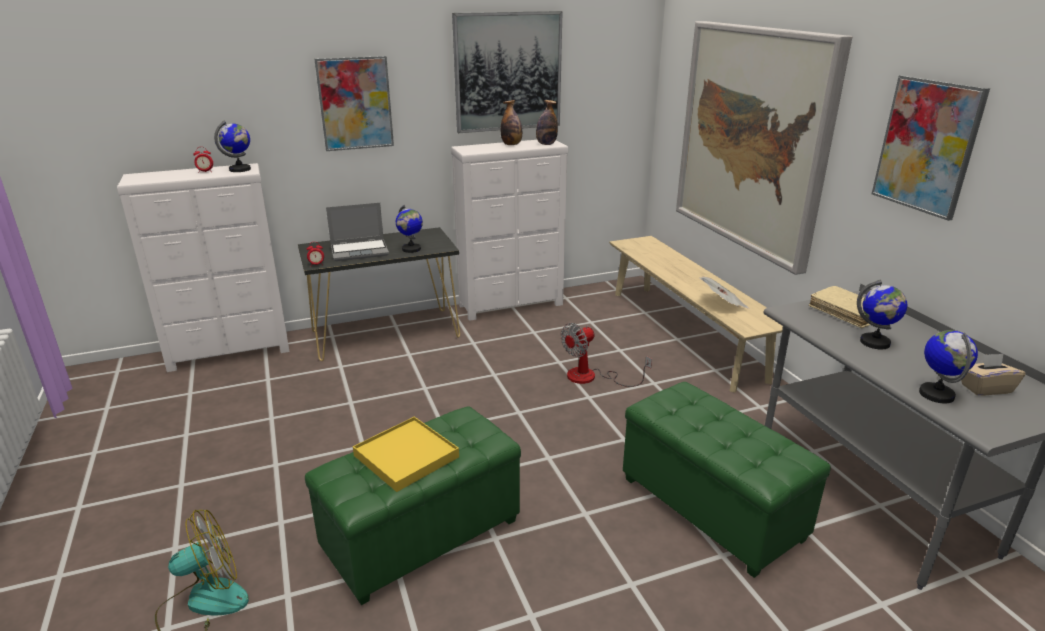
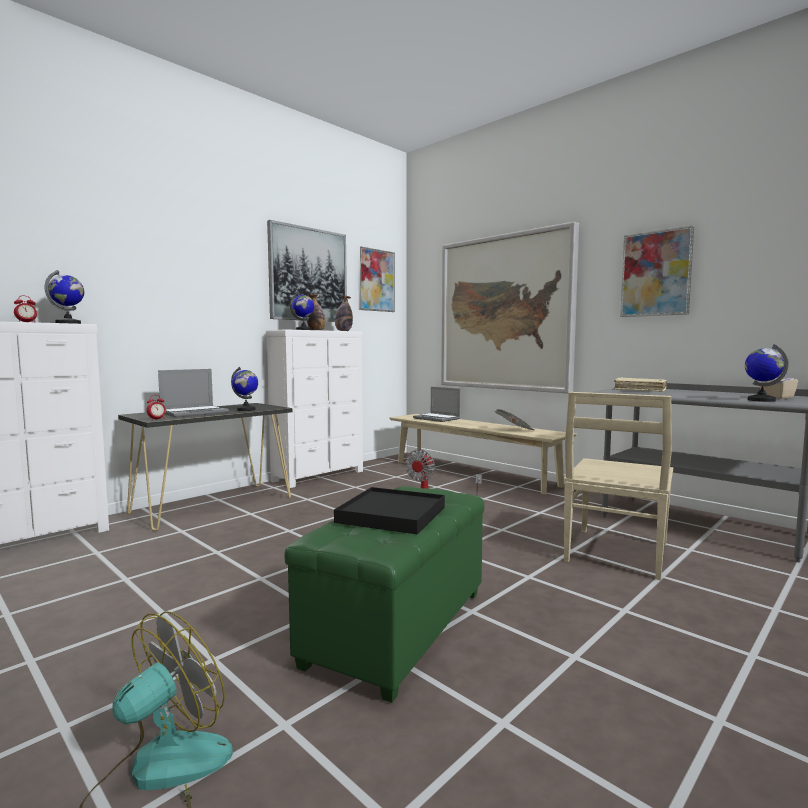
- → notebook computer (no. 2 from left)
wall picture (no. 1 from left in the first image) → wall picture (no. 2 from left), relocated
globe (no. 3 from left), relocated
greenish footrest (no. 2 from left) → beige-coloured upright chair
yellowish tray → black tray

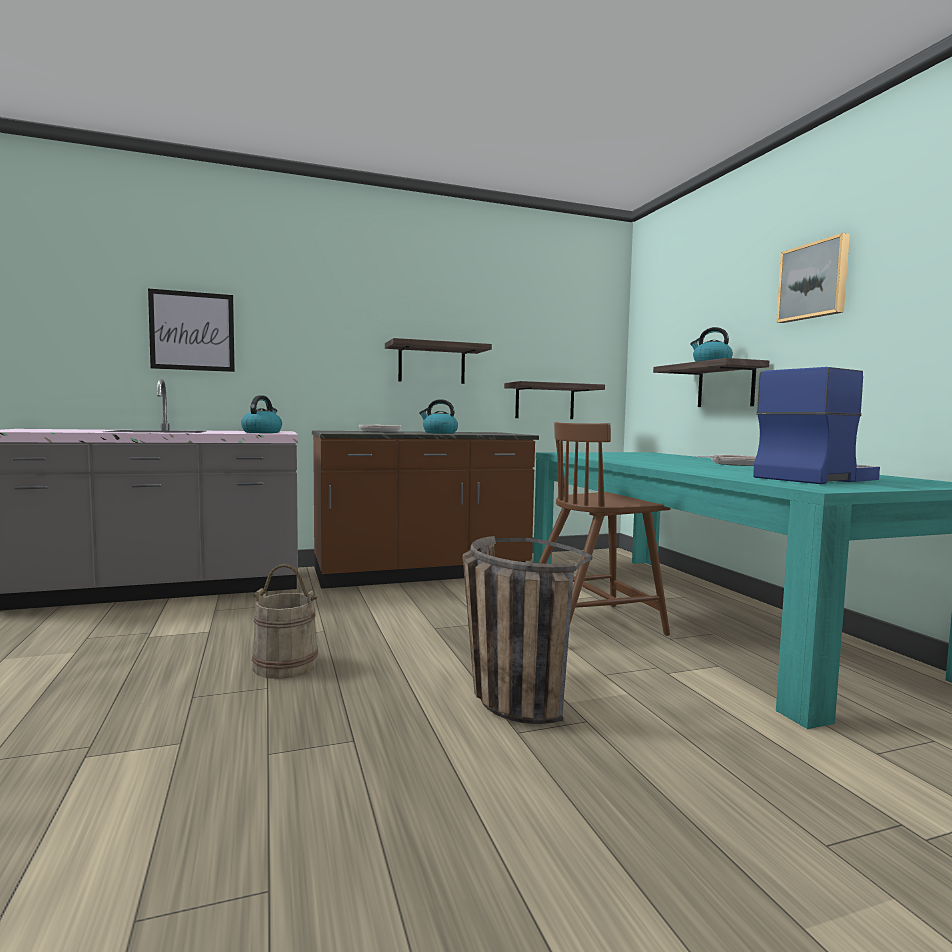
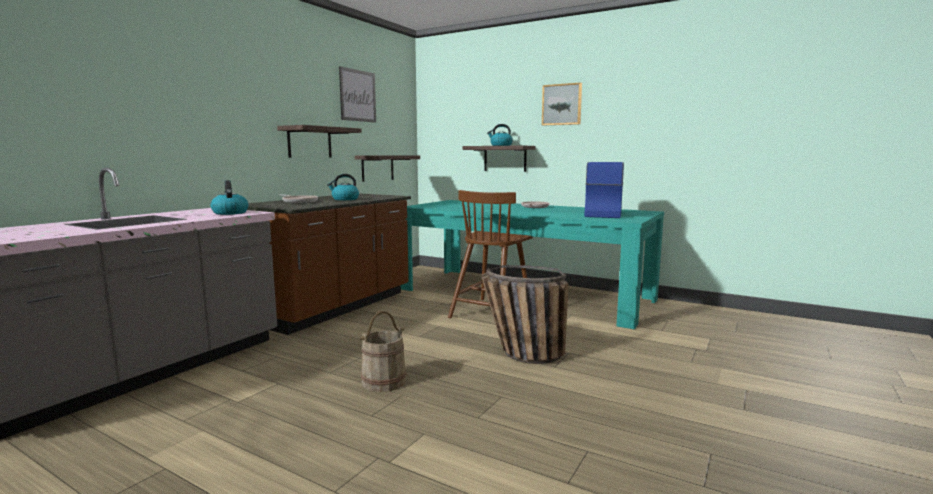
wall picture (no. 1 from left), relocated

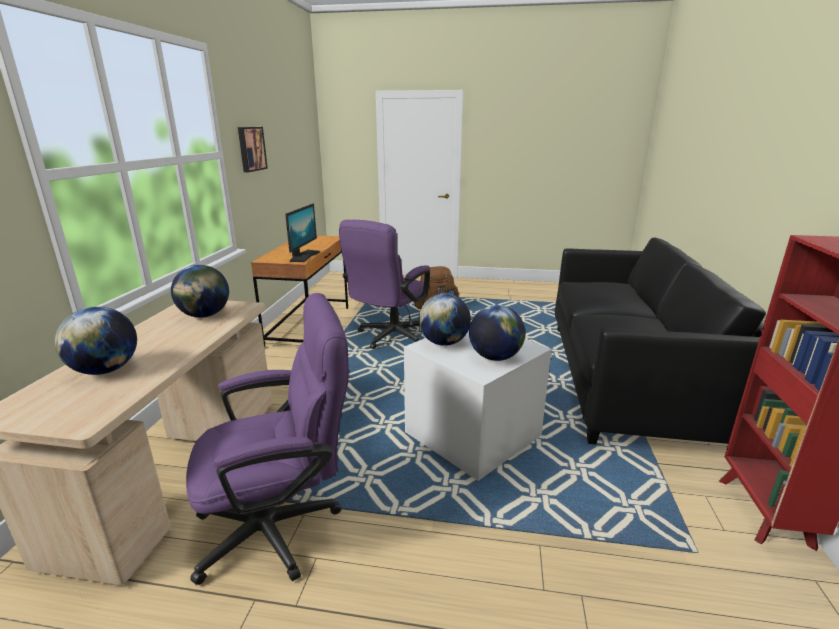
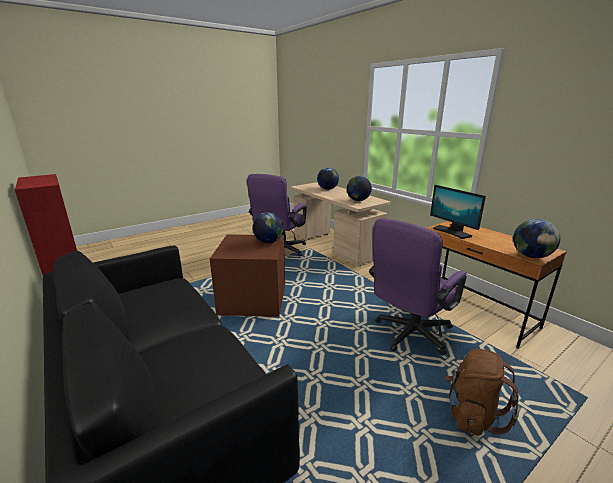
wall picture → -
globe (no. 4 from left), relocated
whitish storage box → brown-coloured storage box
purple desk chair (no. 2 from left), 120 degrees counterclockwise

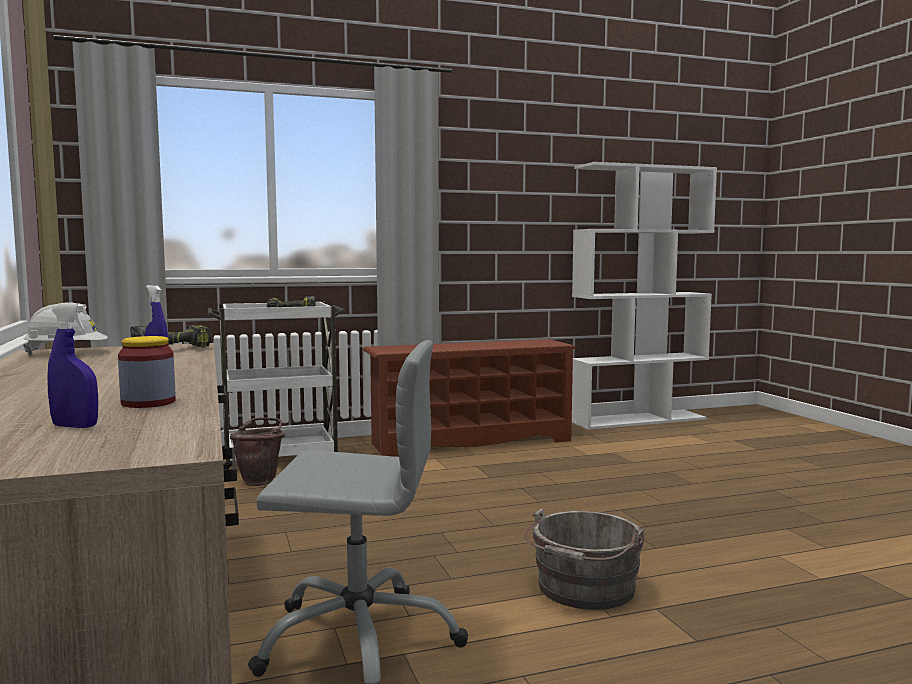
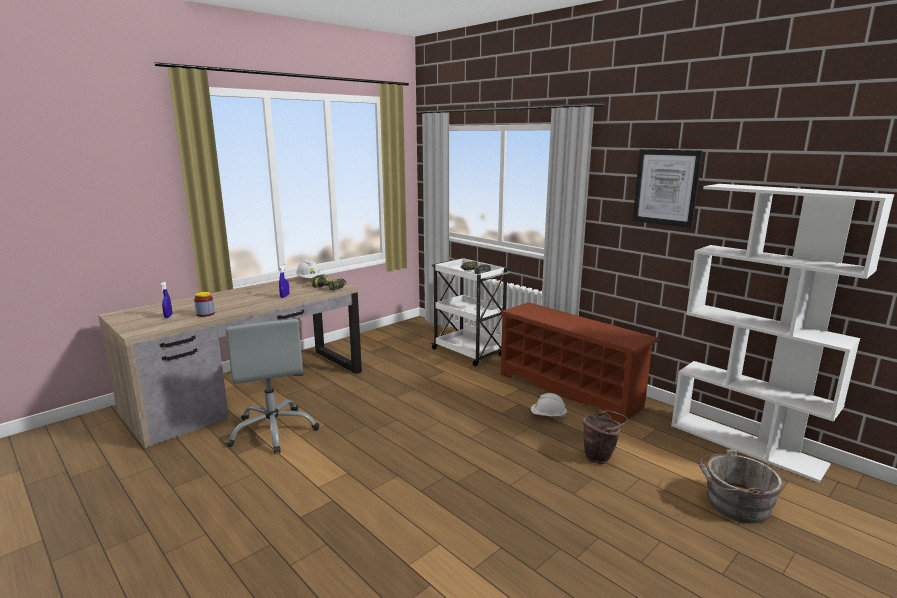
- → whitish safety helmet (no. 2 from left)
- → wall picture
brown-coloured water bucket, relocated
greyish water bucket, relocated

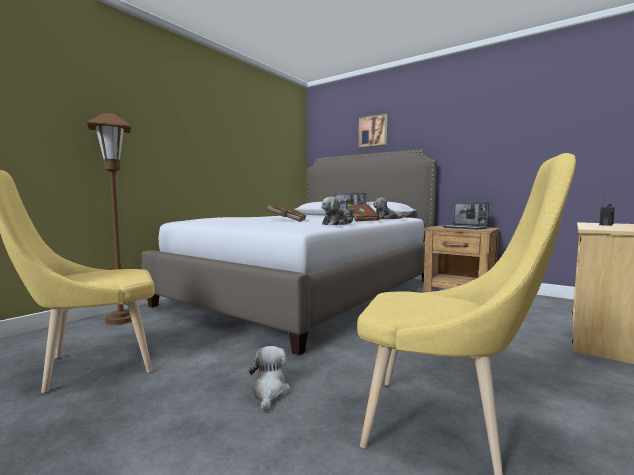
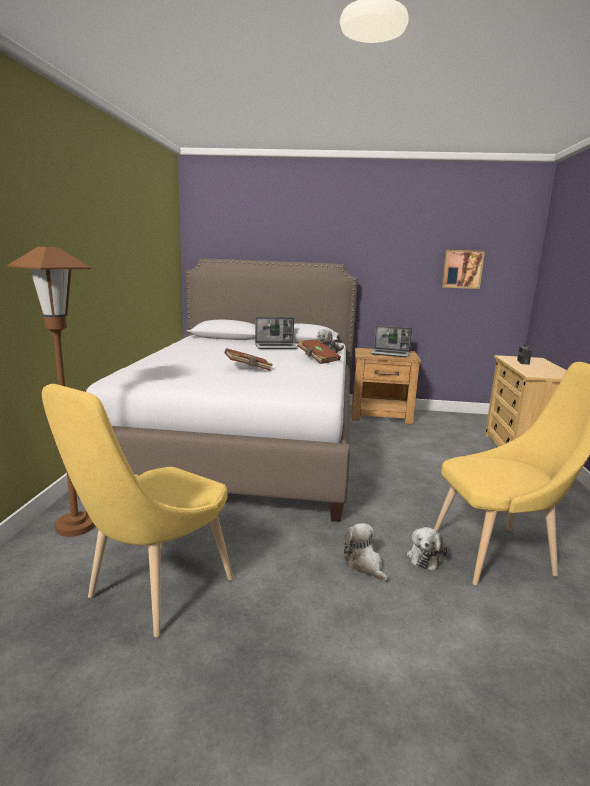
soft toy (no. 2 from left in the first image) → soft toy (no. 3 from left), relocated
wall picture, relocated

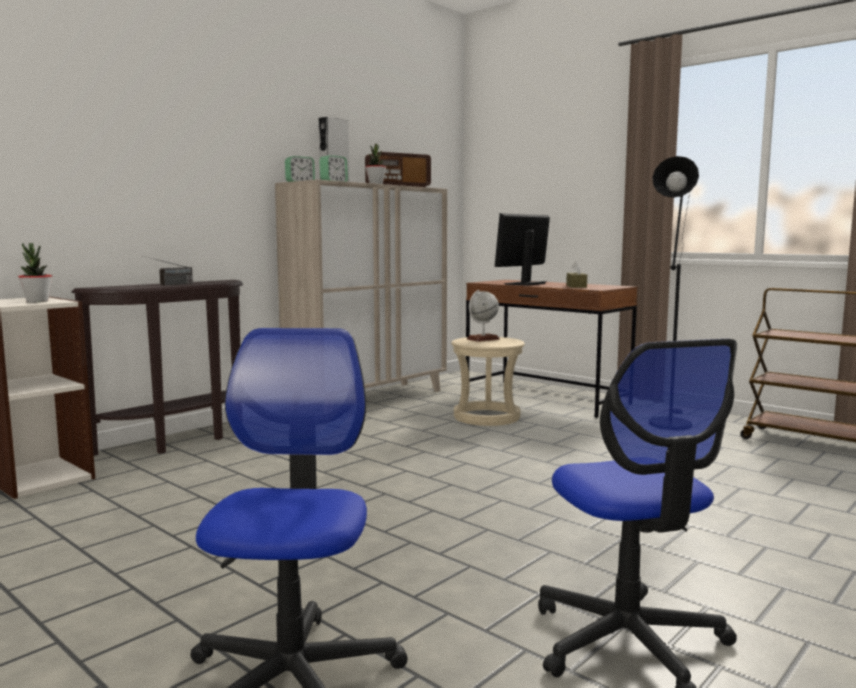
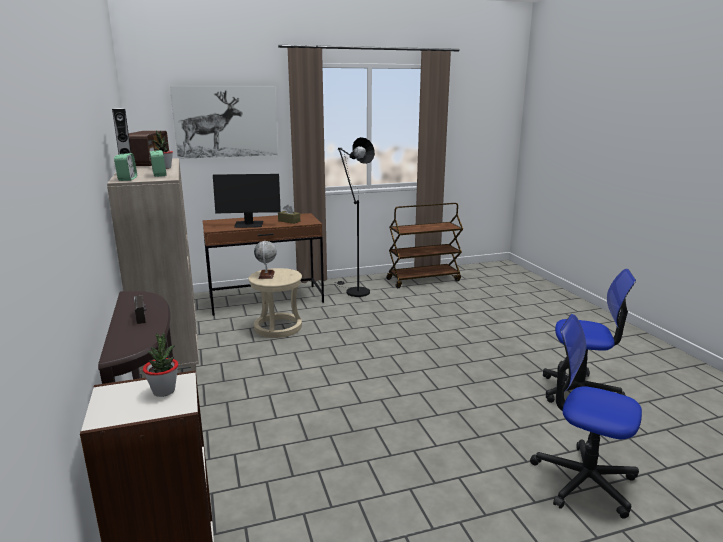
- → wall picture
computer screen, 75 degrees counterclockwise

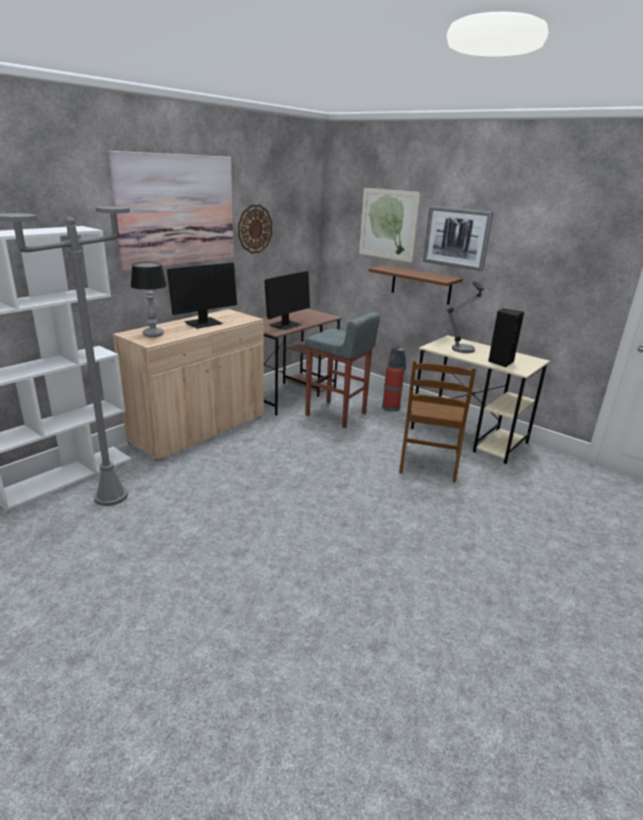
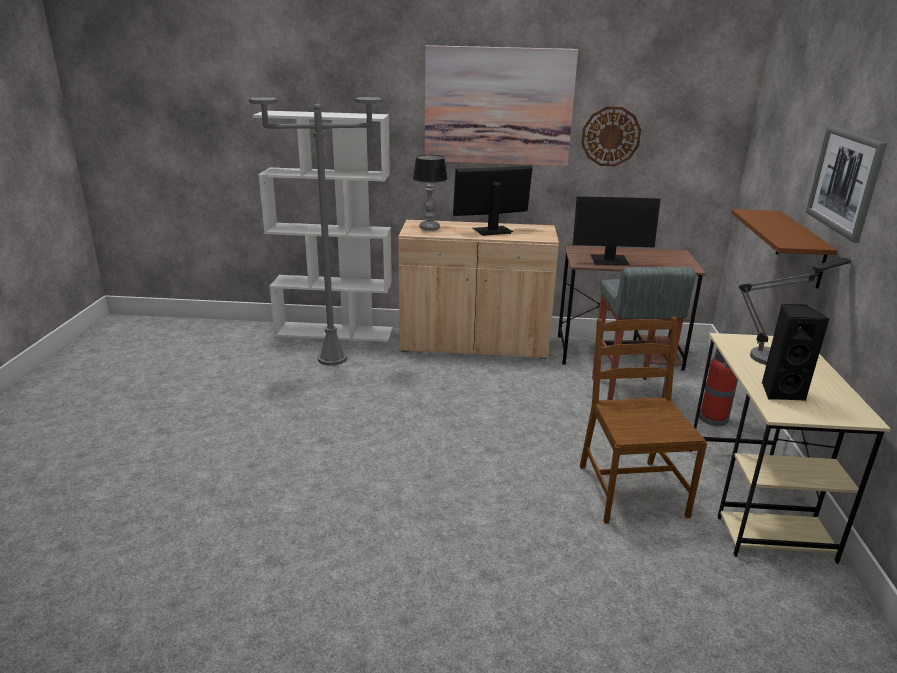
wall picture (no. 2 from left) → -
computer screen (no. 1 from left), 150 degrees clockwise
brown-coloured upright chair, 105 degrees clockwise

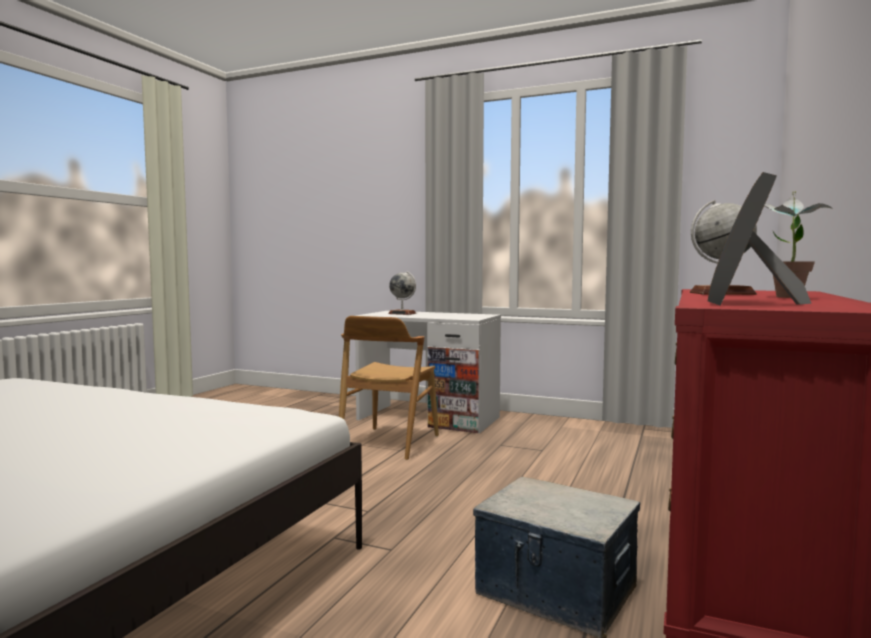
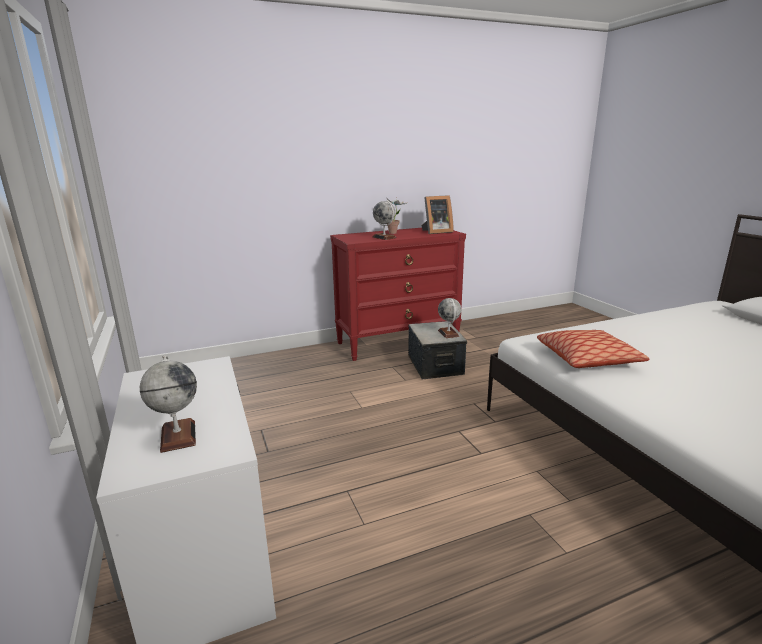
brown-coloured upright chair → -
- → globe (no. 3 from left)
- → pillow

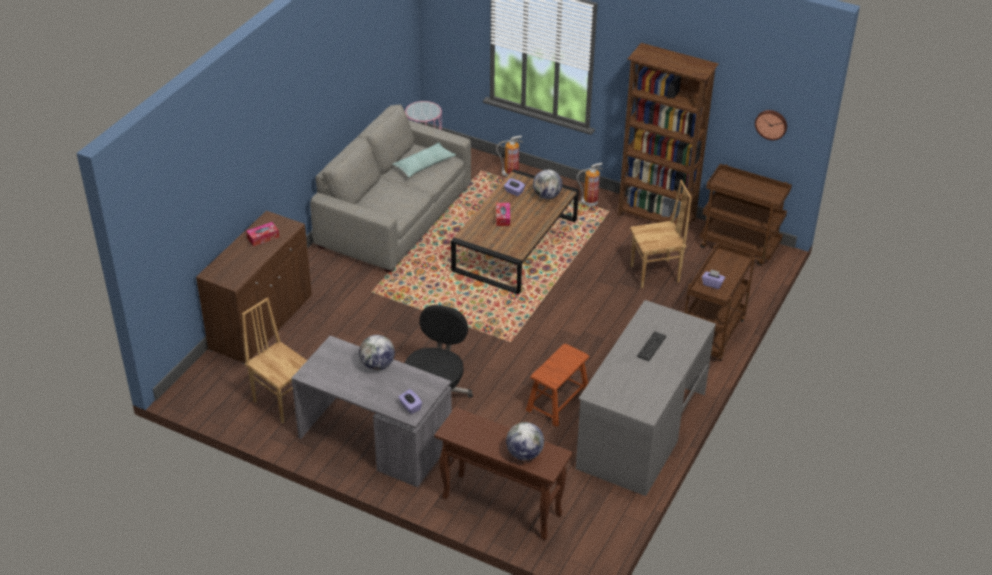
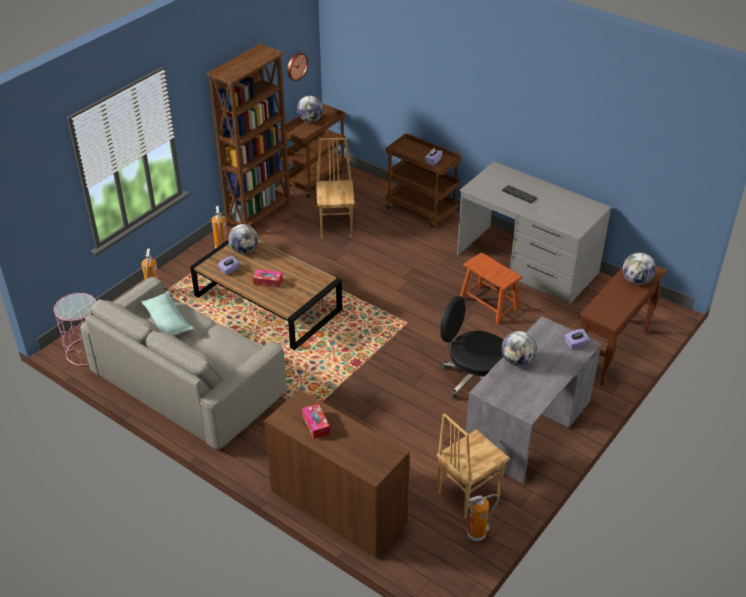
- → globe (no. 2 from left)
- → extinguisher (no. 3 from left)

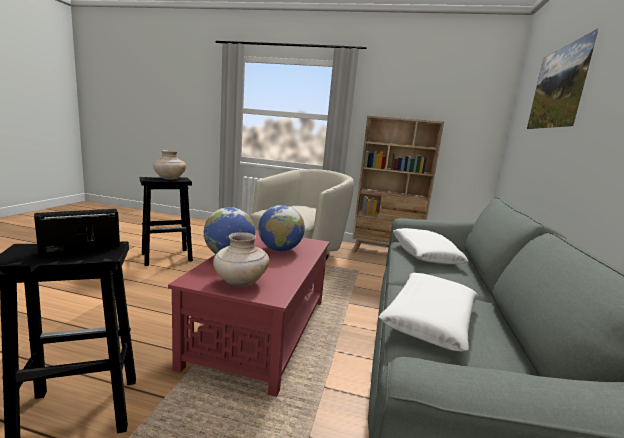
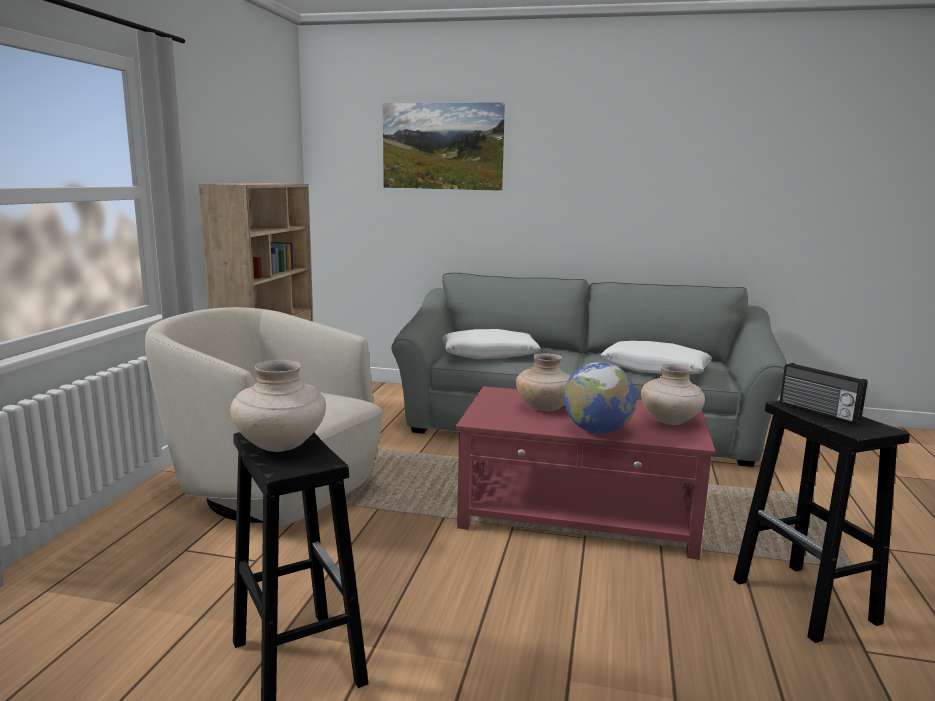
globe (no. 2 from left) → beige-coloured flower vase (no. 2 from left)

